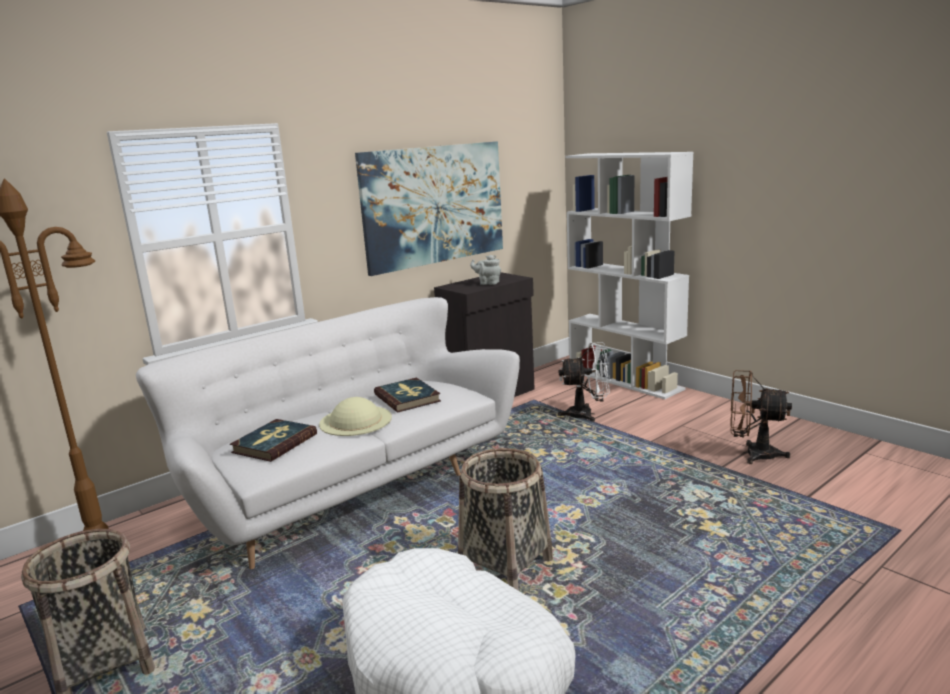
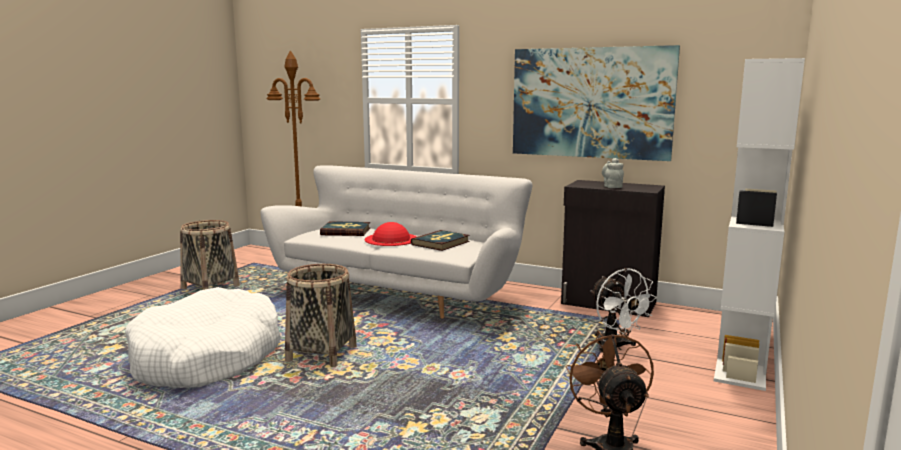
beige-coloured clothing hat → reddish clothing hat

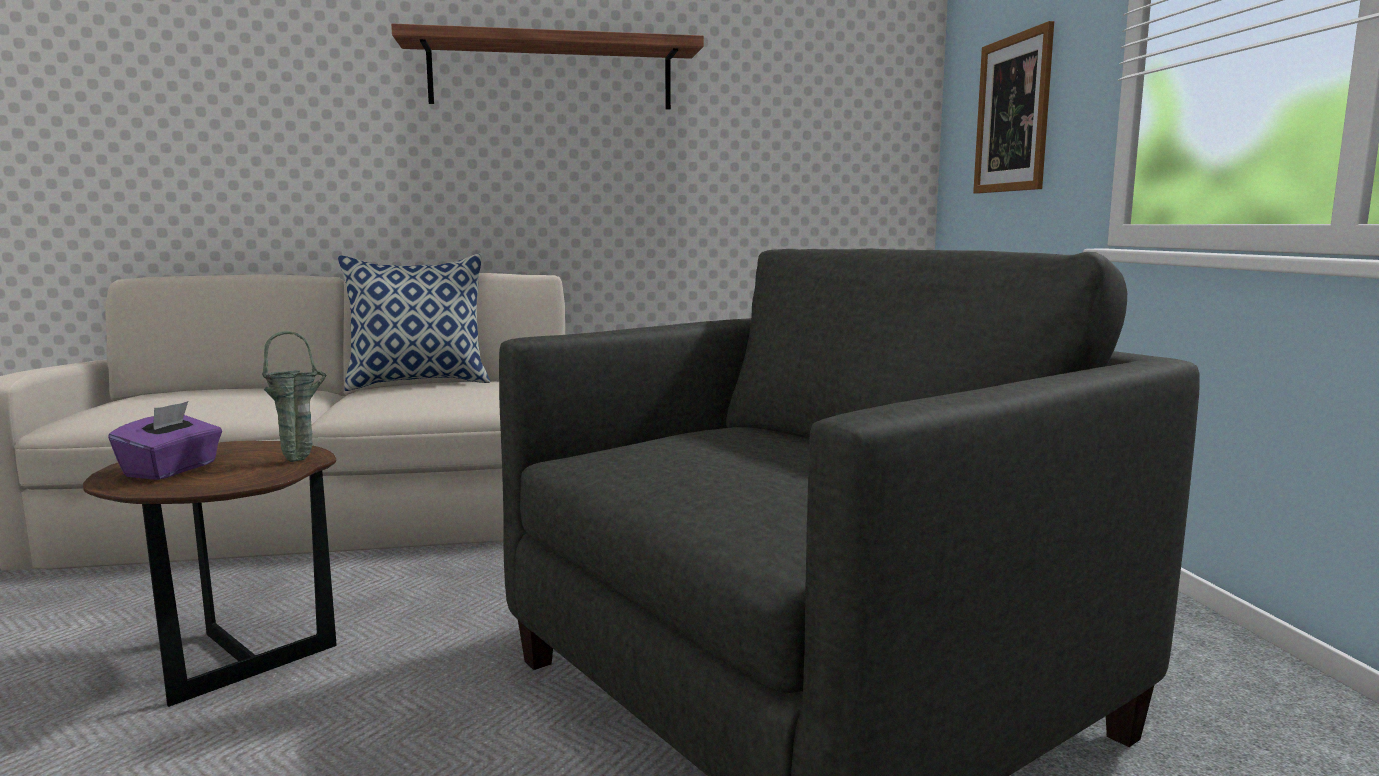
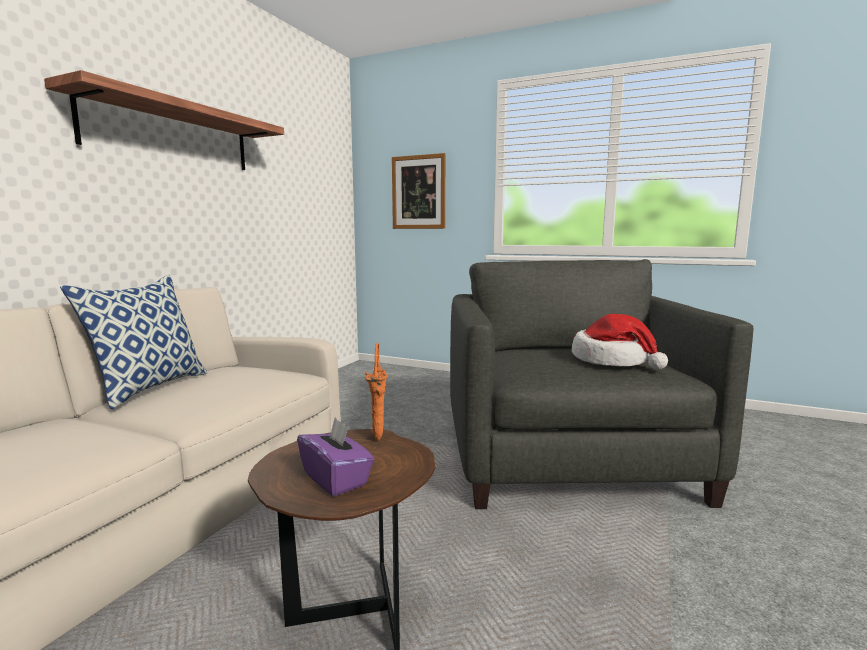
- → clothing hat
greenish flower vase → orange flower vase

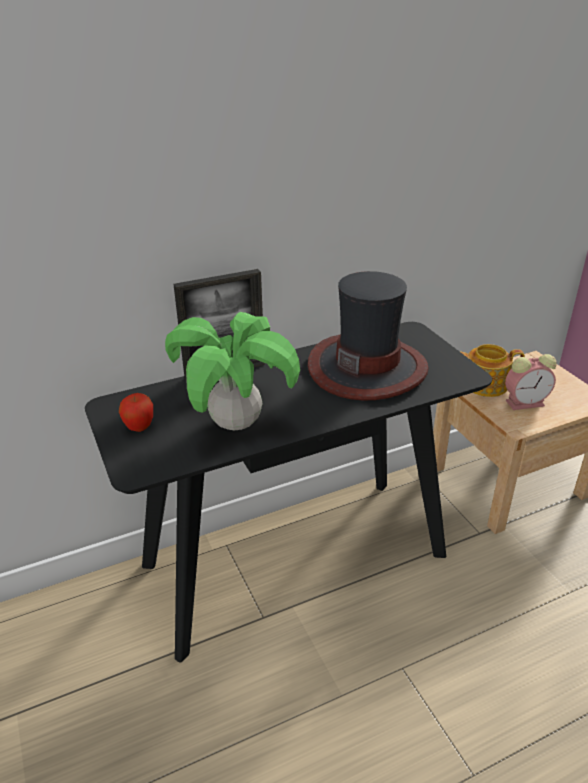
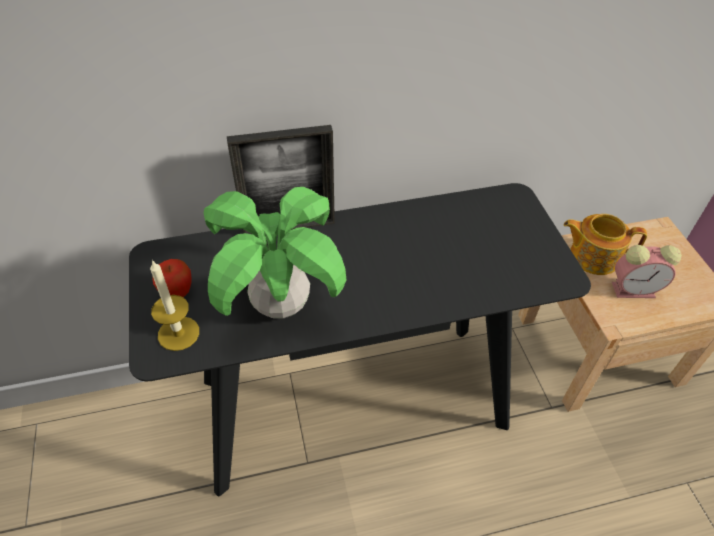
clothing hat → -
- → wax light

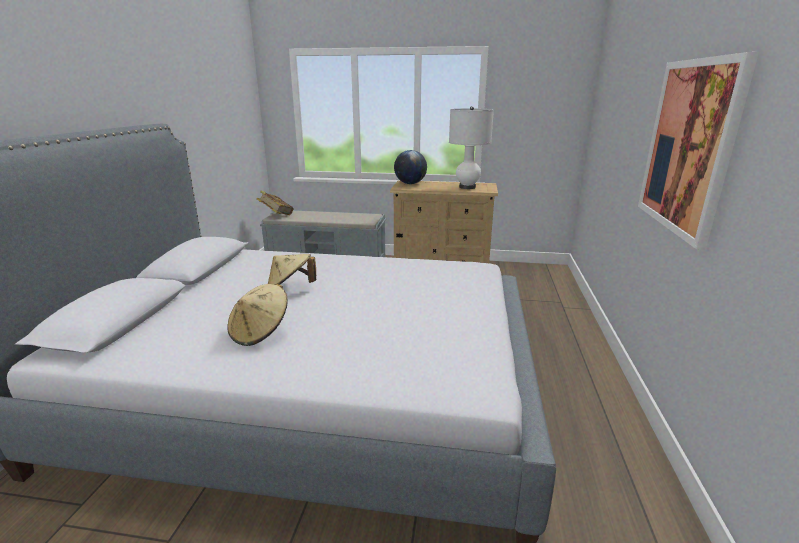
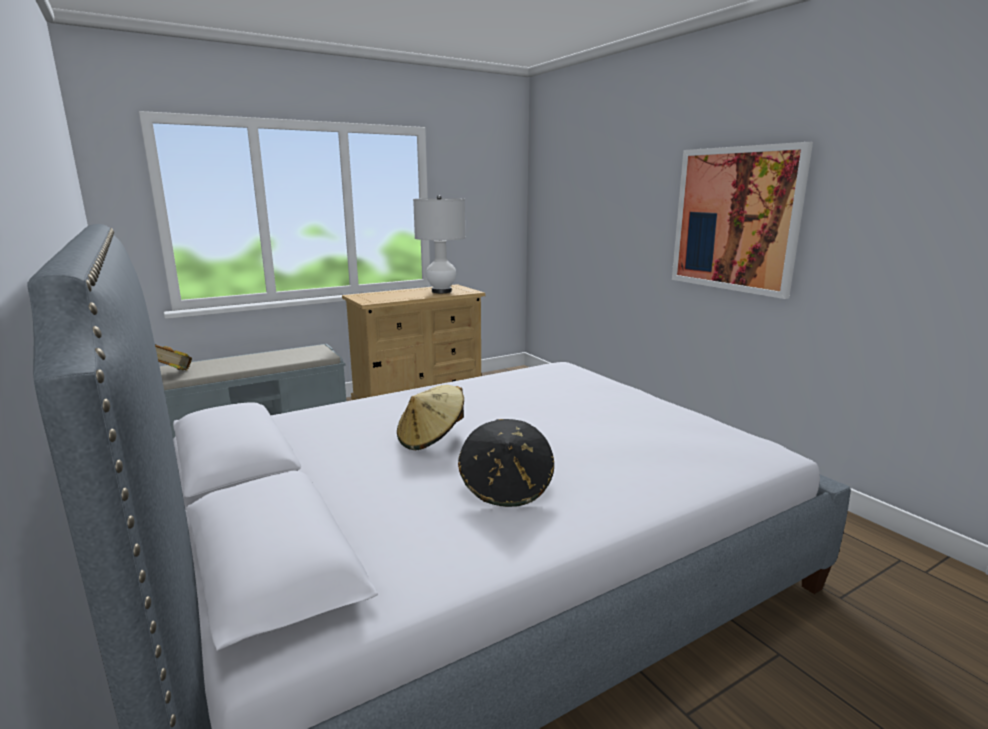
globe → -
beige-coloured clothing hat (no. 1 from left) → black clothing hat

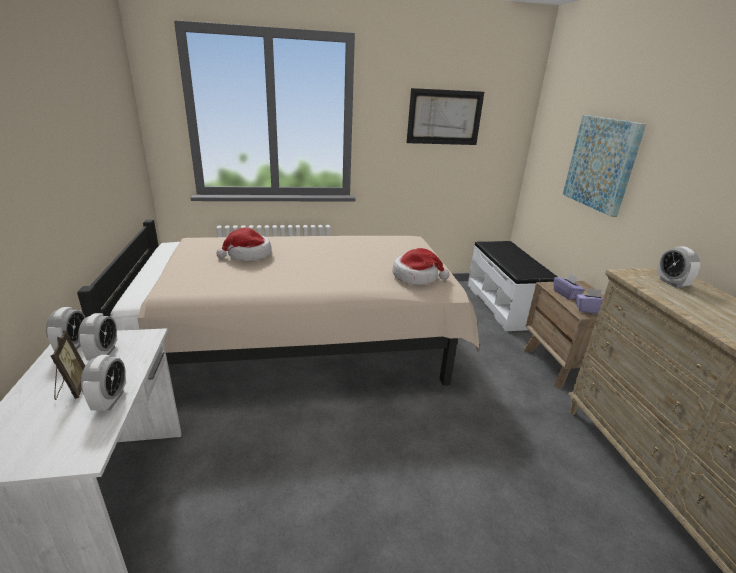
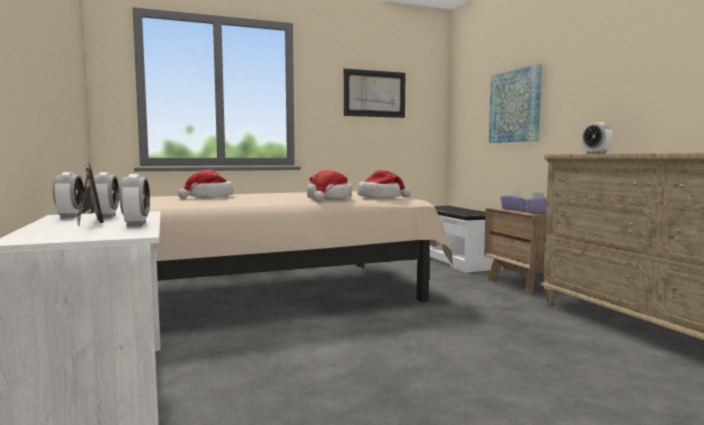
- → clothing hat (no. 2 from left)

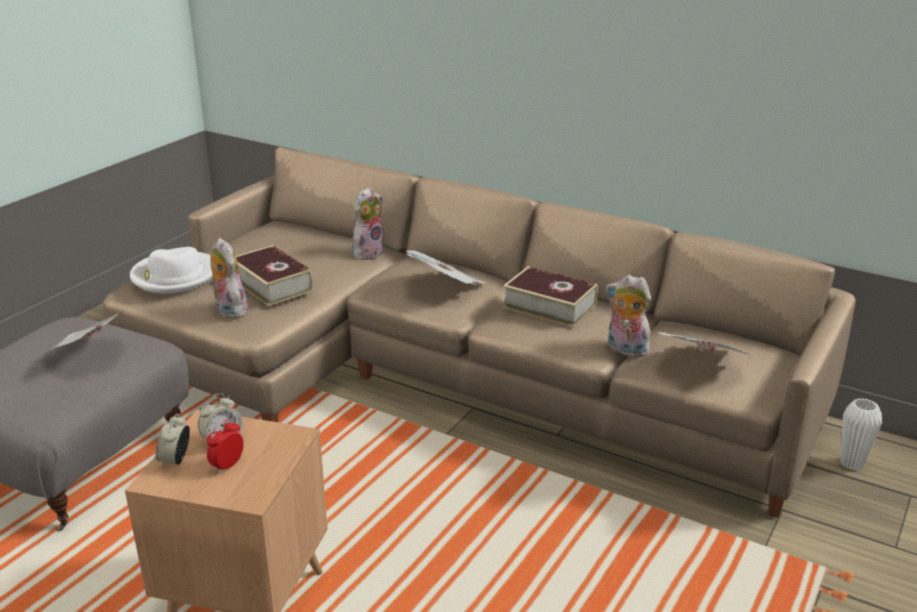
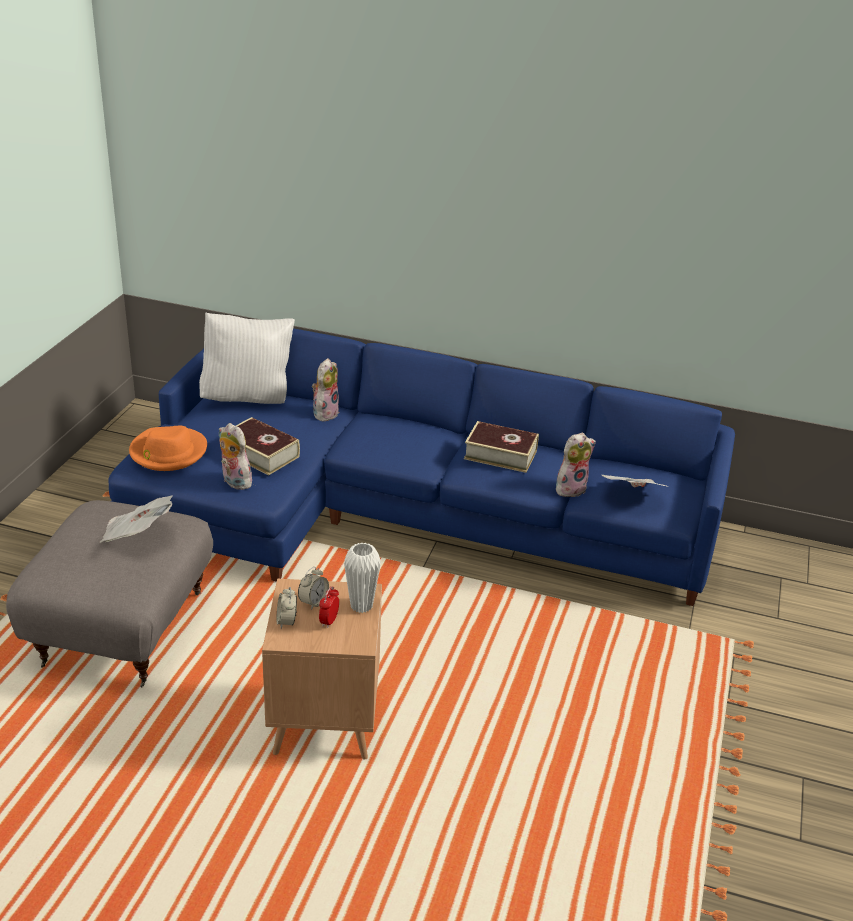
newspaper (no. 2 from left) → -
- → whitish pillow
whitish flower vase, relocated
beige-coloured sofa → bluish sofa
whitish clothing hat → orange clothing hat
soft toy (no. 3 from left), 135 degrees clockwise

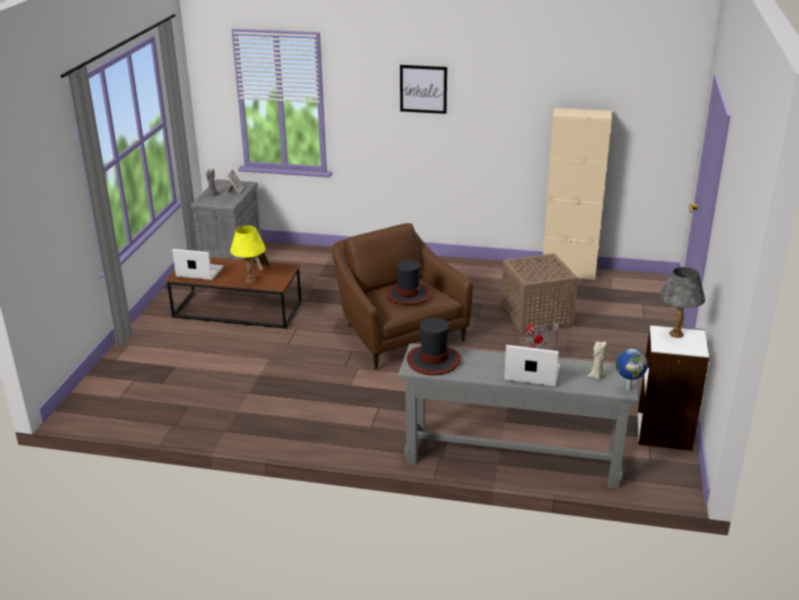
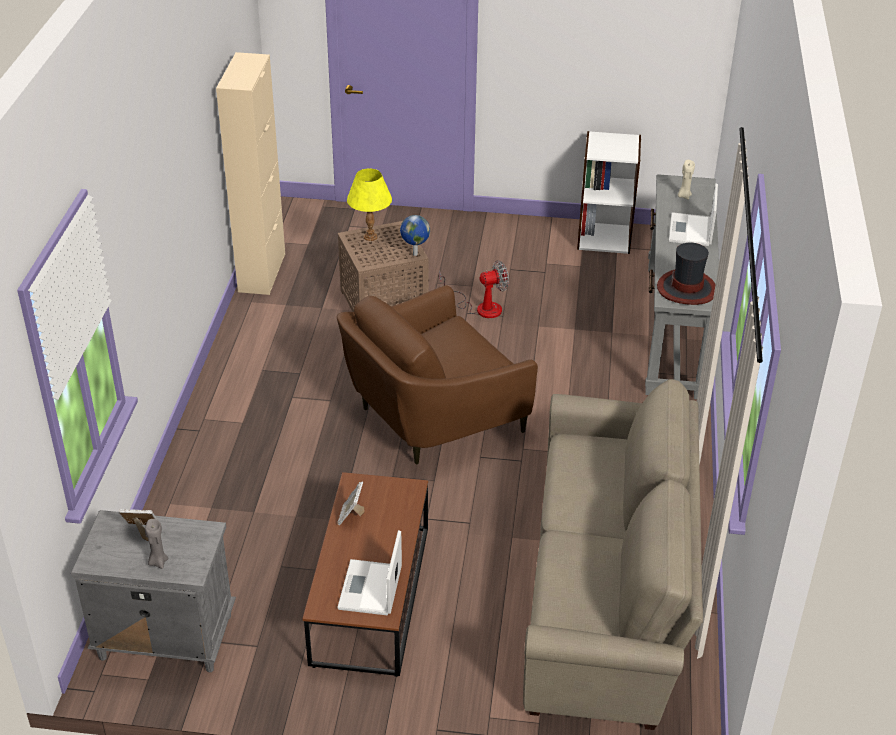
clothing hat (no. 1 from left) → -
wall picture → -
greyish lamp for a table → -
- → beige-coloured sofa
yellowish lamp for a table, relocated
globe, relocated

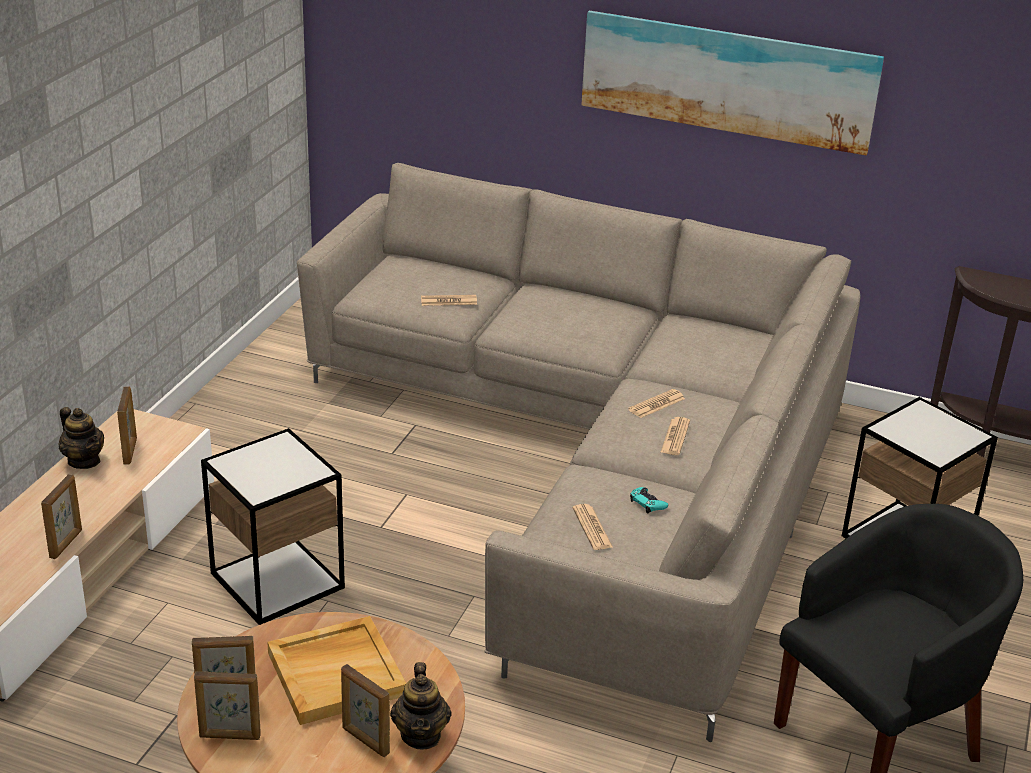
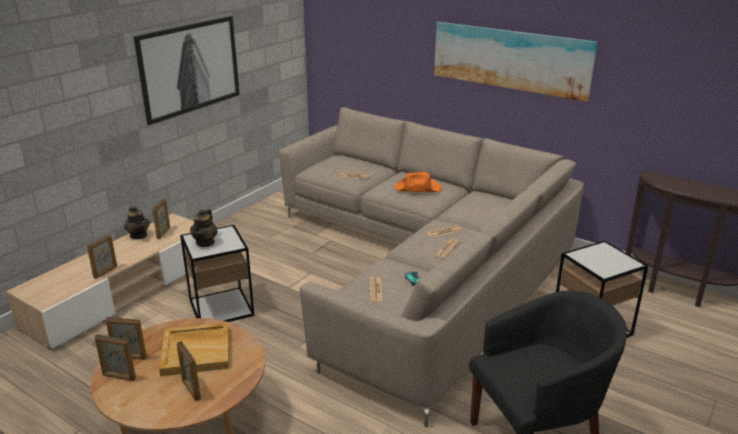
- → wall picture (no. 1 from left)
- → orange clothing hat
pot for tea (no. 2 from left), relocated

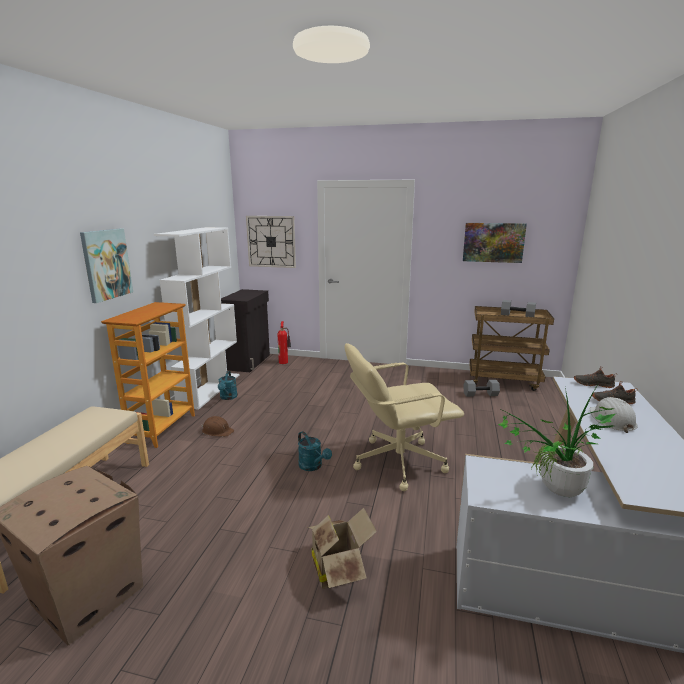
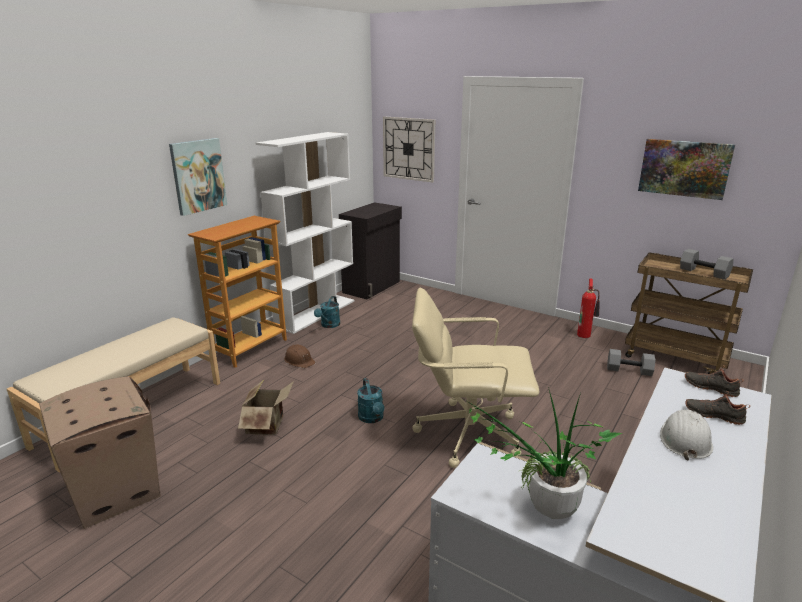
extinguisher, relocated
carton (no. 2 from left), relocated

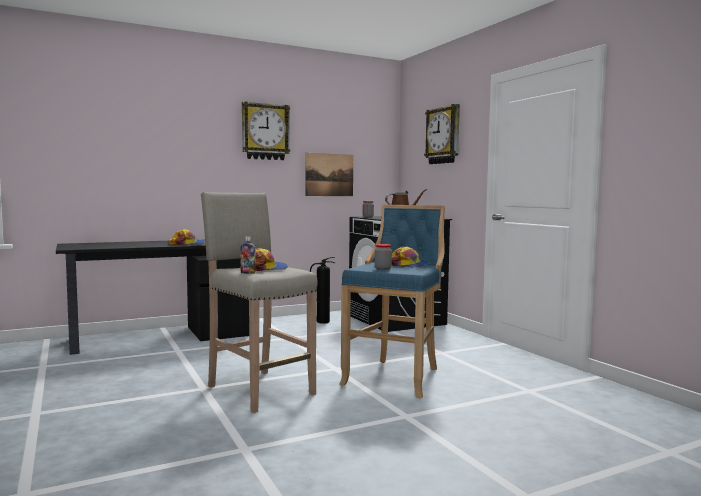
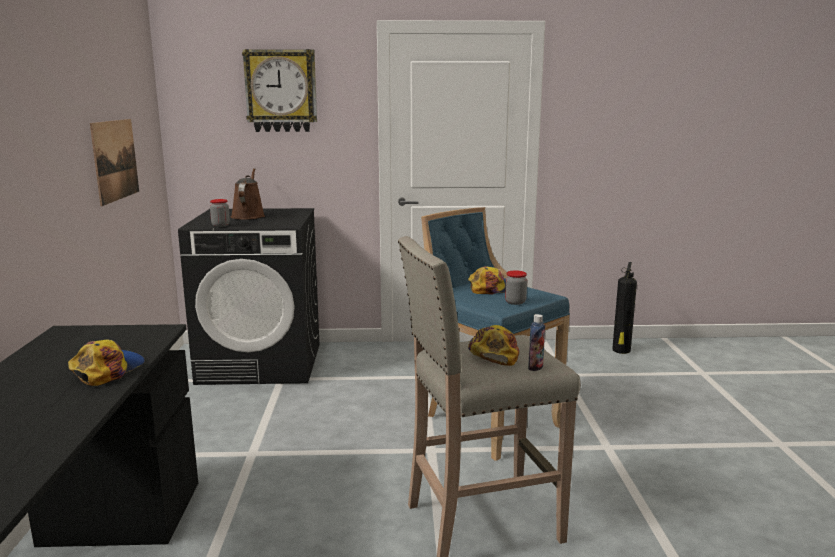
hanging clock (no. 1 from left) → -
extinguisher, relocated

